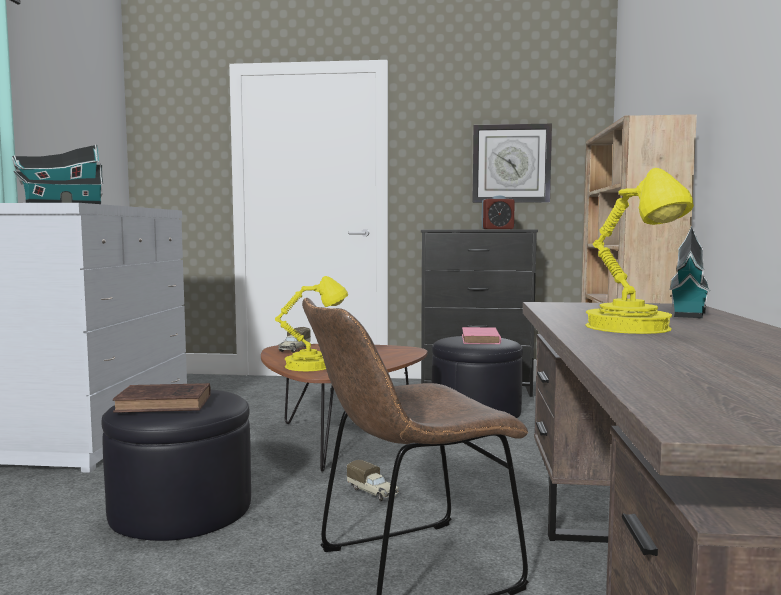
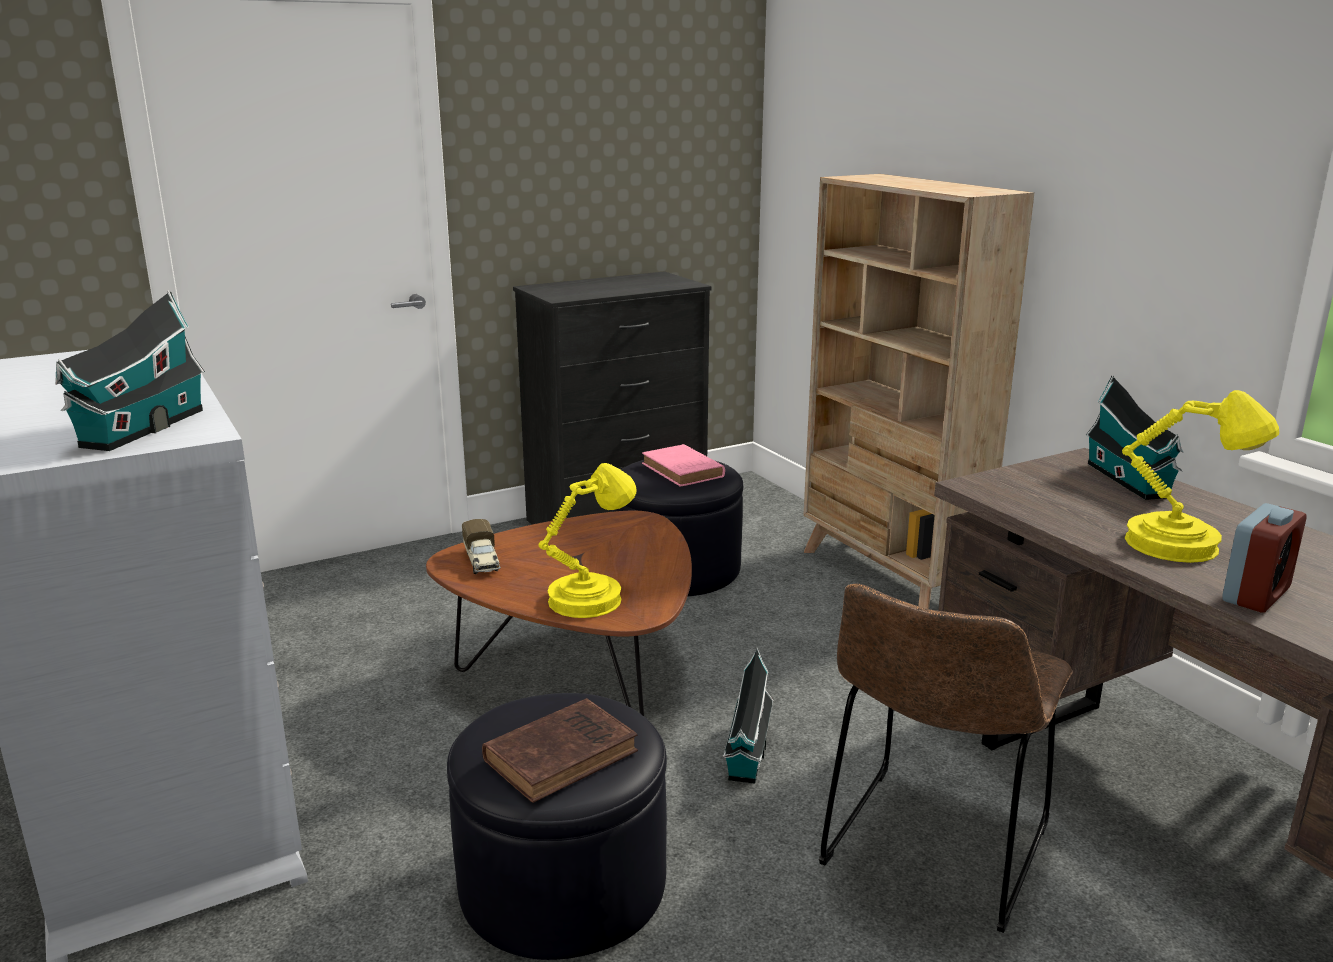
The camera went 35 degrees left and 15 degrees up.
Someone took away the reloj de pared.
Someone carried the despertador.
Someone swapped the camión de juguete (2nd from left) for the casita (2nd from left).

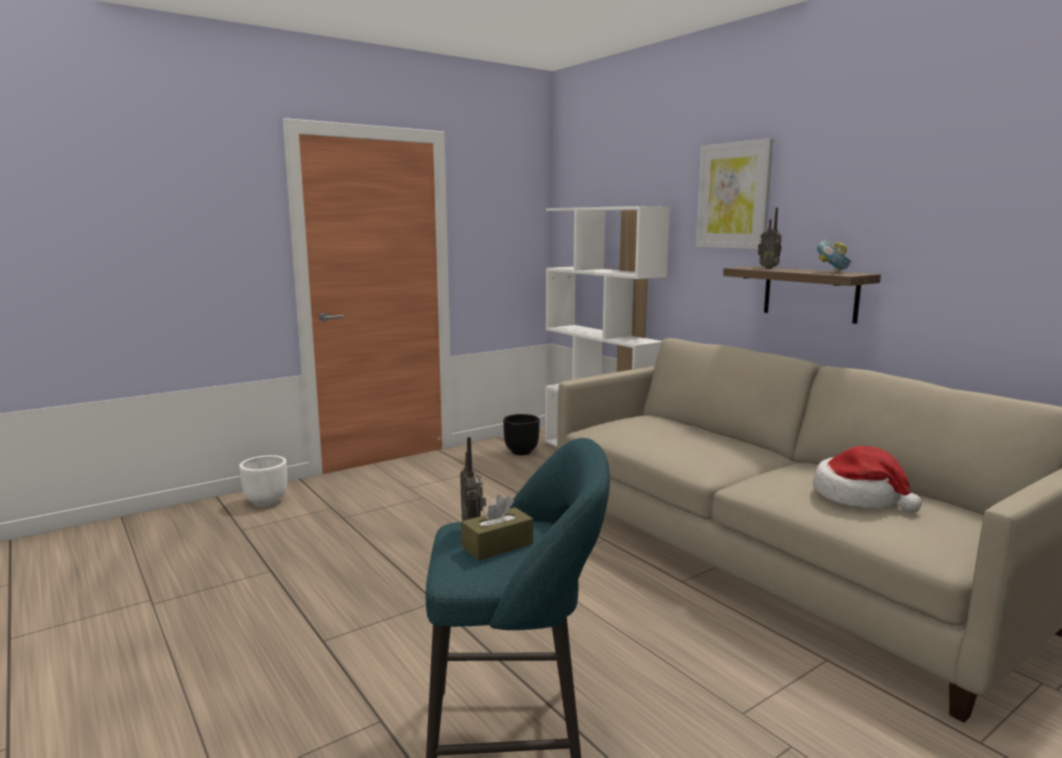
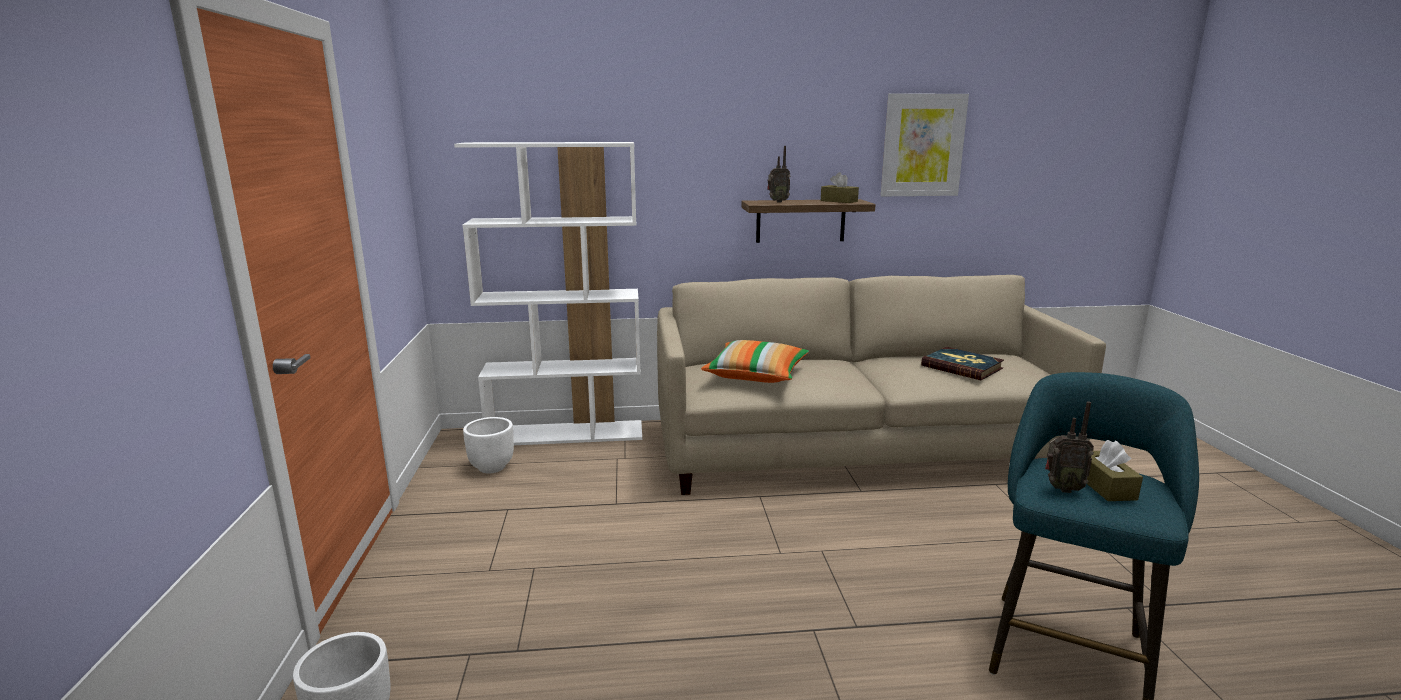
The camera went 60 degrees left and 5 degrees up.
Someone carried the cuadro.
Someone swapped the cuenco for the caja de pañuelos (marrón) (1st from left).
Someone repainted the maceta (negro), which became the maceta (blanco) (2nd from left).
Someone swapped the sombrero for the libro.
Someone put down the cojín.

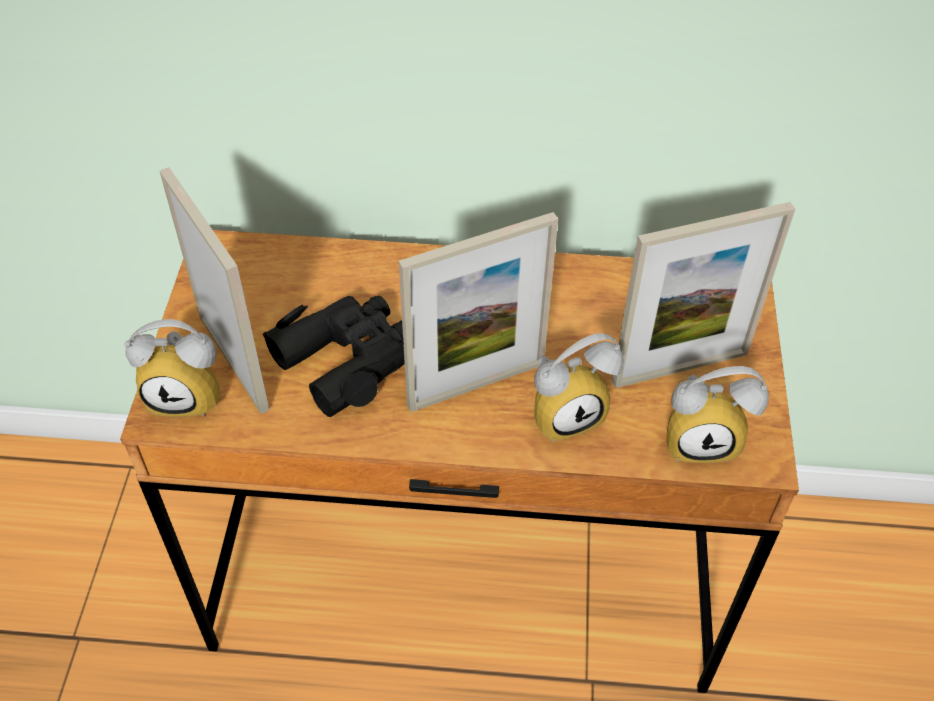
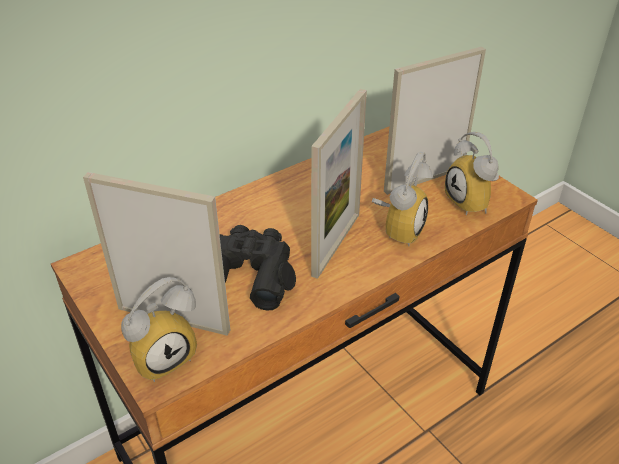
The camera went 40 degrees left and 10 degrees down.
Someone rotated the portarretratos (3rd from left) by 150 degrees counterclockwise.
Someone rotated the despertador (3rd from left) by 105 degrees clockwise.

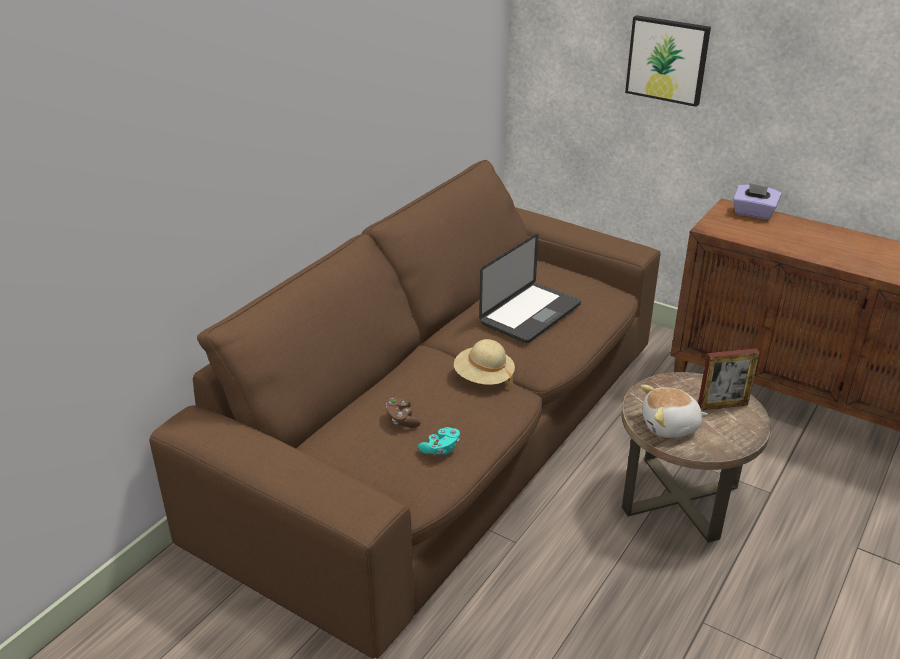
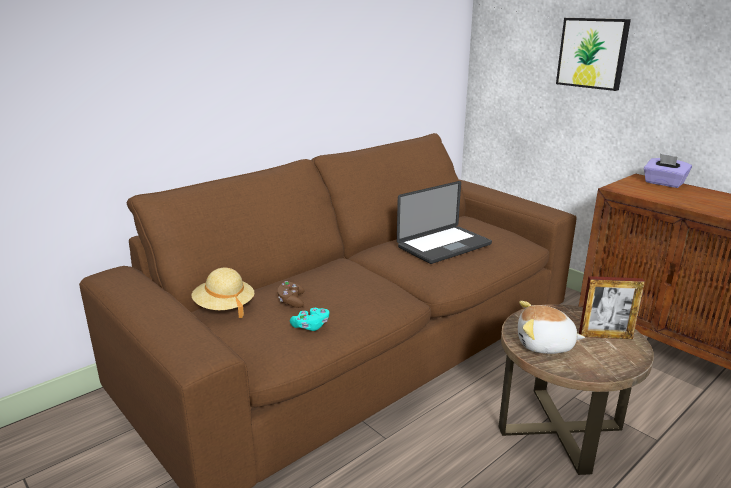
The camera went 15 degrees right and 10 degrees down.
Someone carried the sombrero (beis).

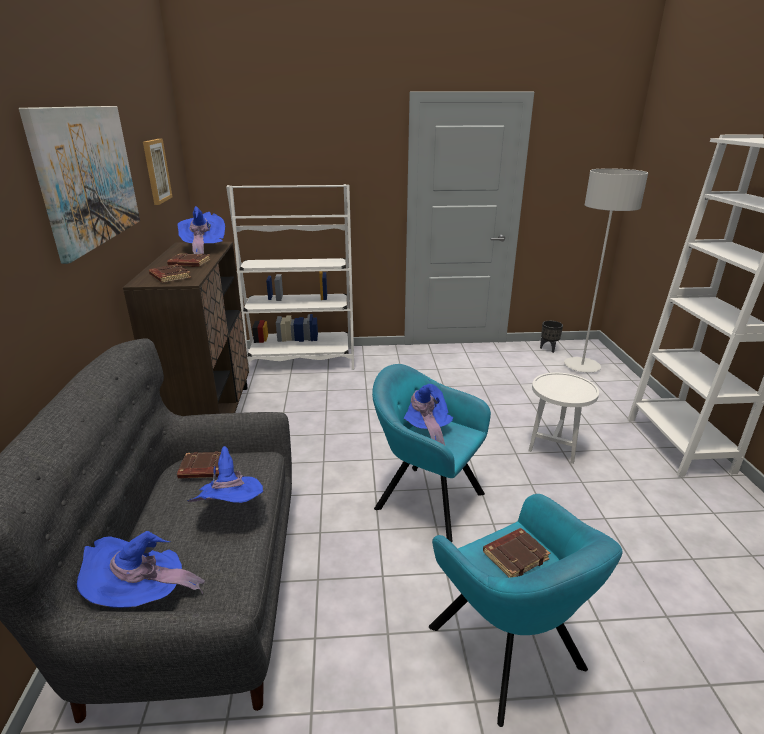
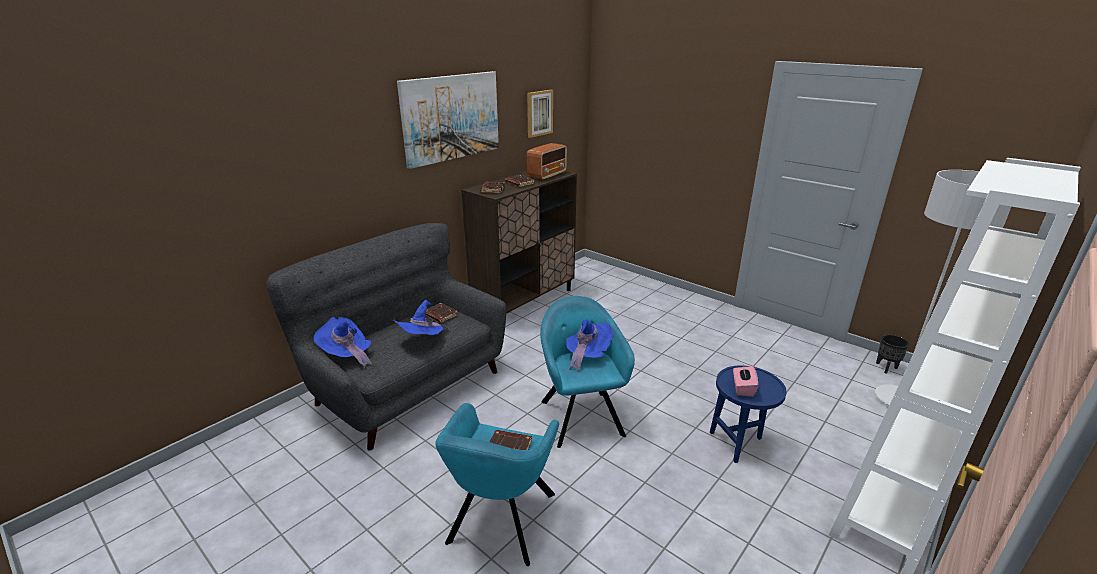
The camera went 45 degrees right and 0 degrees up.
Someone took away the estantería (blanco) (1st from left).
Someone swapped the sombrero (azul) (2nd from left) for the radio.
Someone repainted the mesa auxiliar (blanco), which became the mesa auxiliar (azul).
Someone put down the caja de pañuelos (rosa).

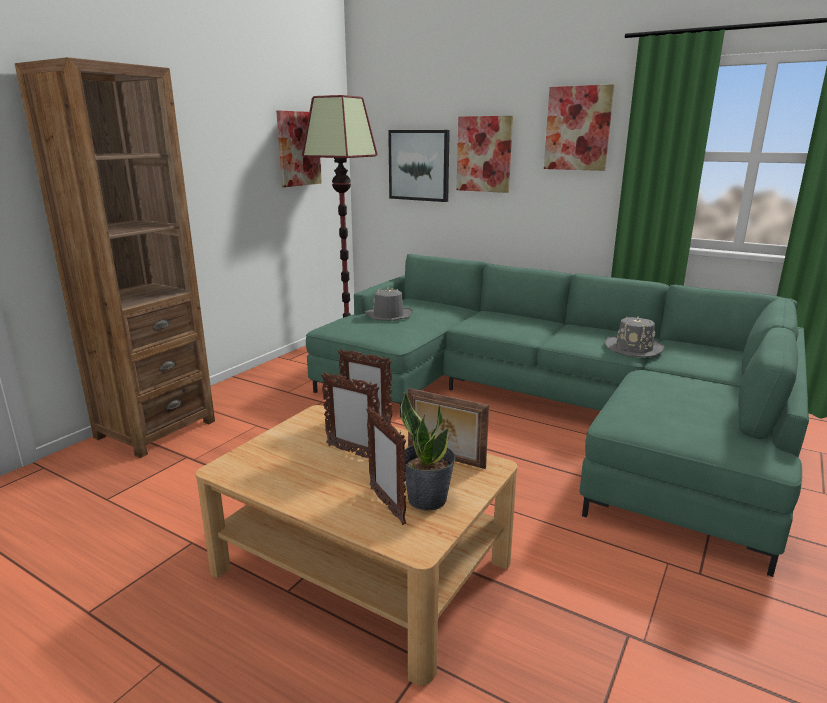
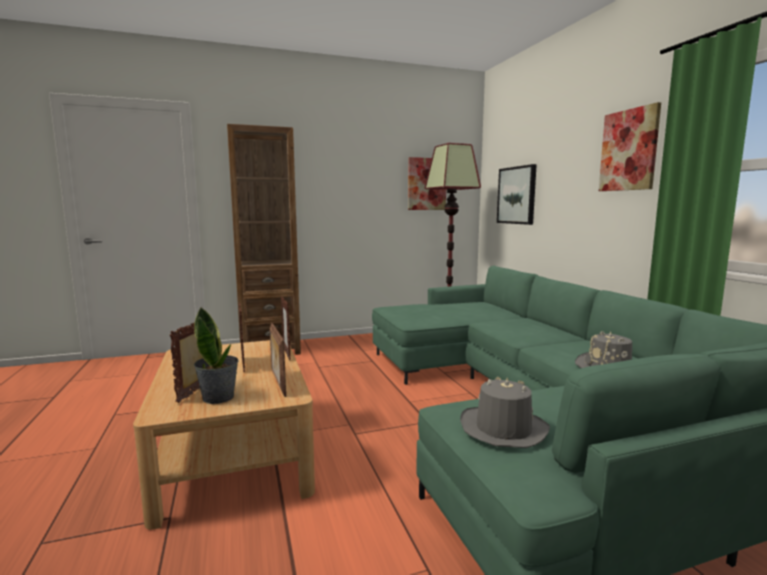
The camera went 40 degrees right and 10 degrees down.
Someone took away the cuadro (3rd from left).
Someone carried the sombrero (gris) (1st from left).

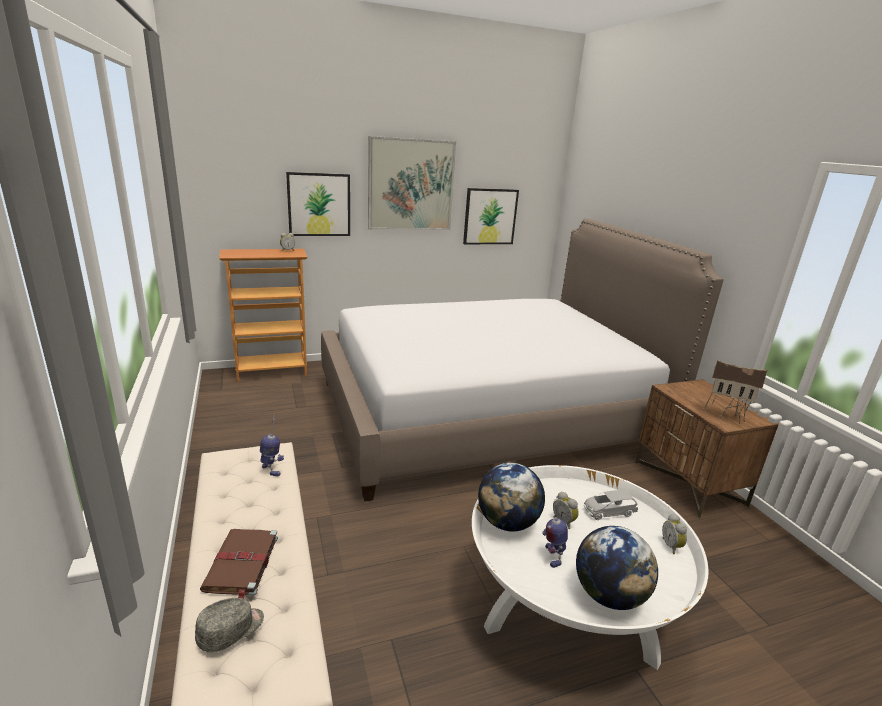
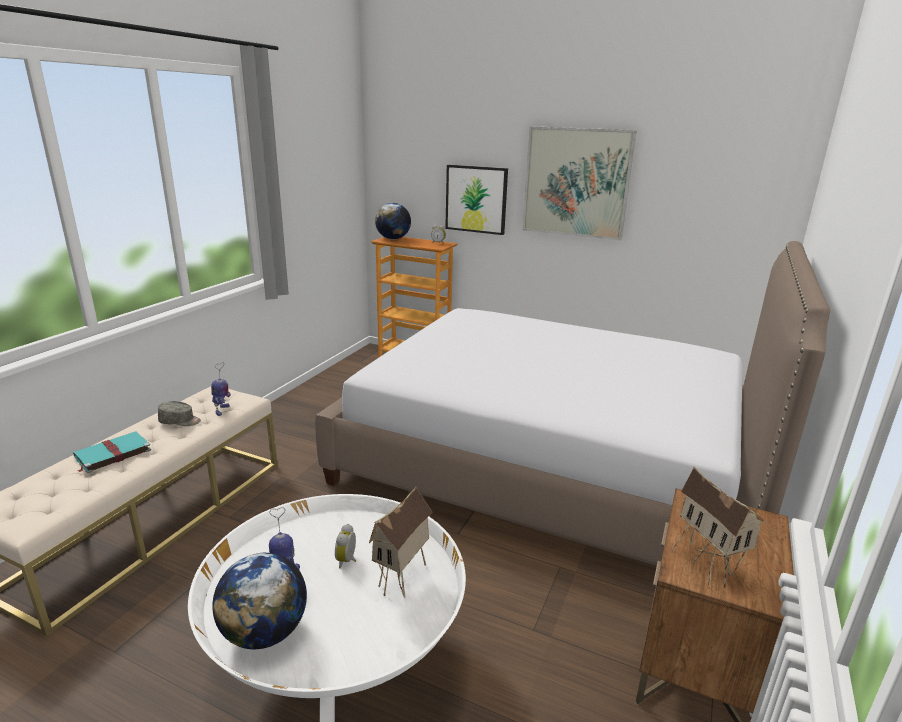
The camera went 45 degrees right and 0 degrees up.
Someone took away the cuadro (3rd from left).
Someone carried the globo terráqueo (1st from left in the first image).
Someone swapped the coche de juguete (gris) for the casita (1st from left).
Someone took away the despertador (3rd from left).
Someone repainted the libro (marrón), which became the libro (turquesa).
Someone carried the gorra (gris).

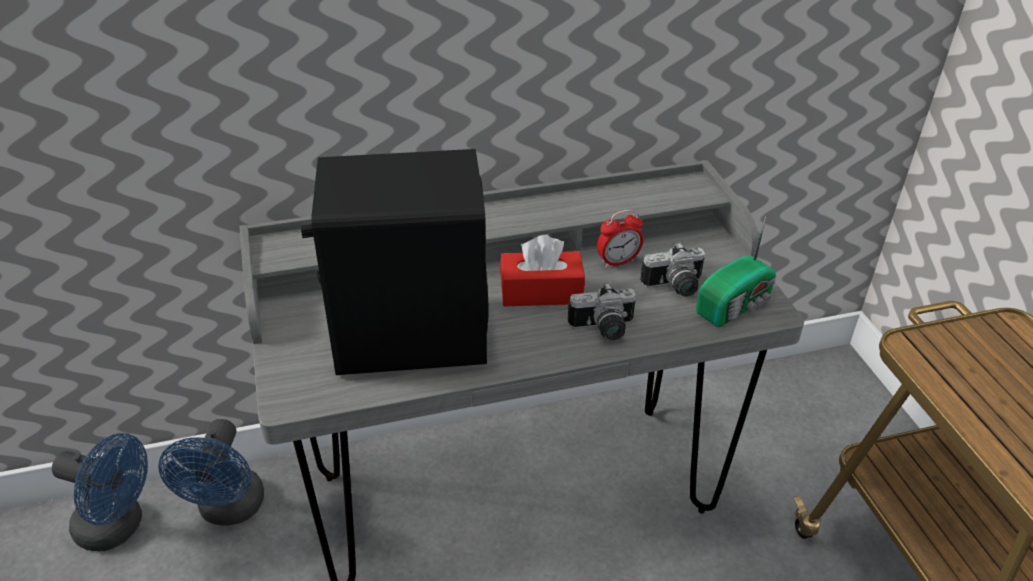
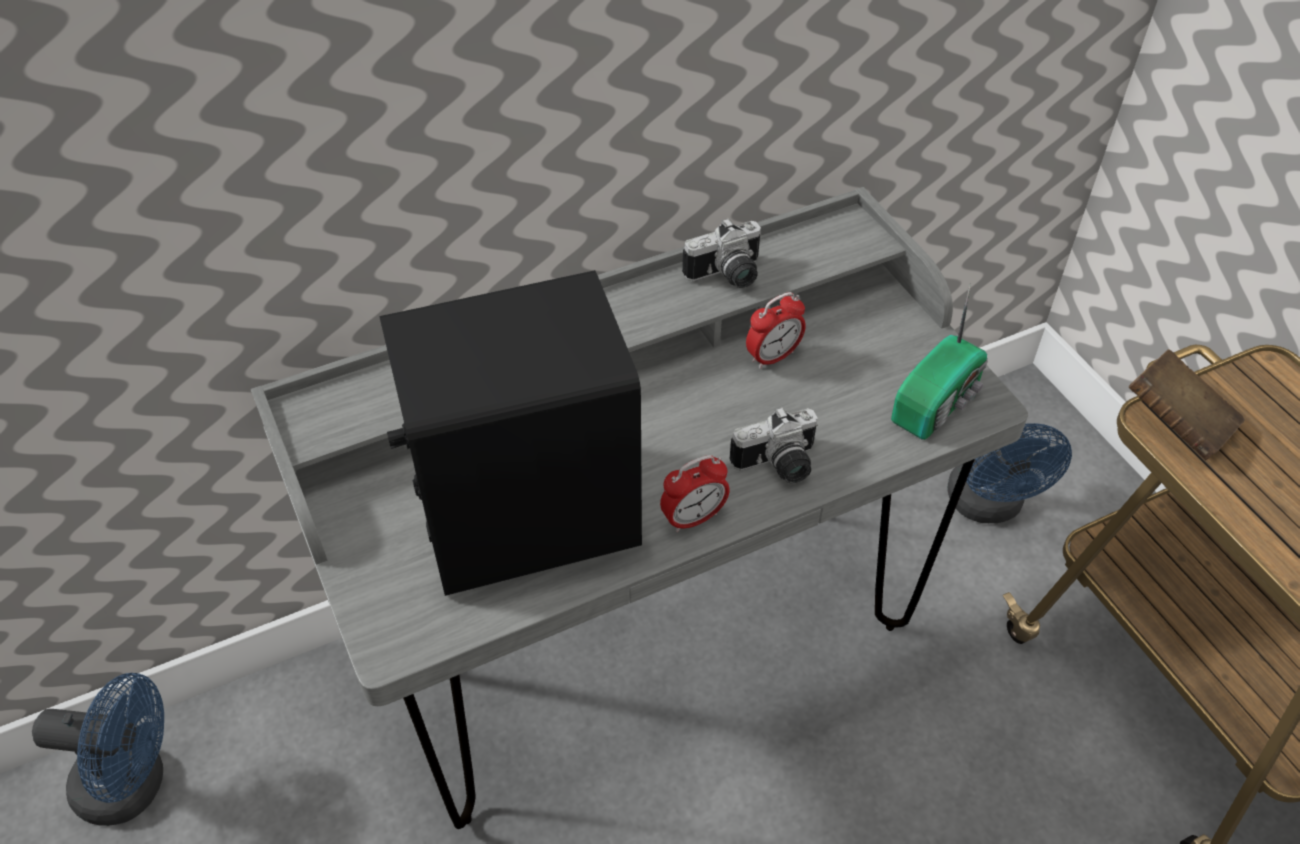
The camera went 10 degrees left and 10 degrees up.
Someone took away the caja de pañuelos (rojo).
Someone carried the cámara (2nd from left in the first image).
Someone carried the ventilador (azul) (2nd from left).
Someone put down the libro (marrón).
Someone put down the despertador (1st from left).

